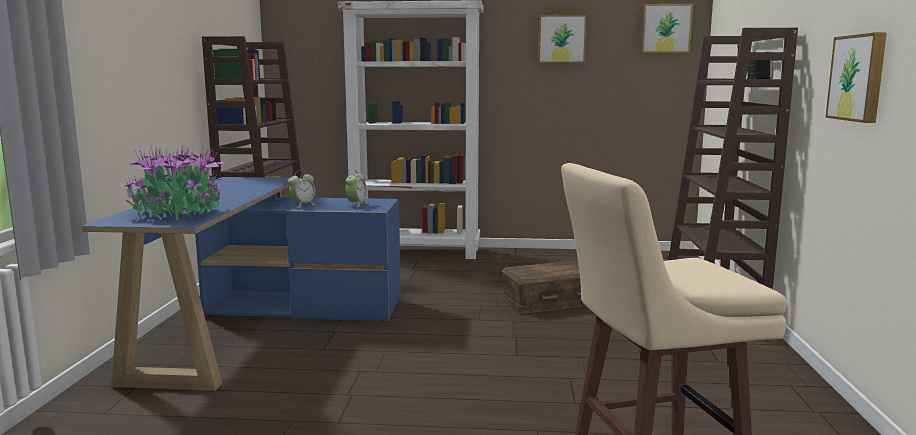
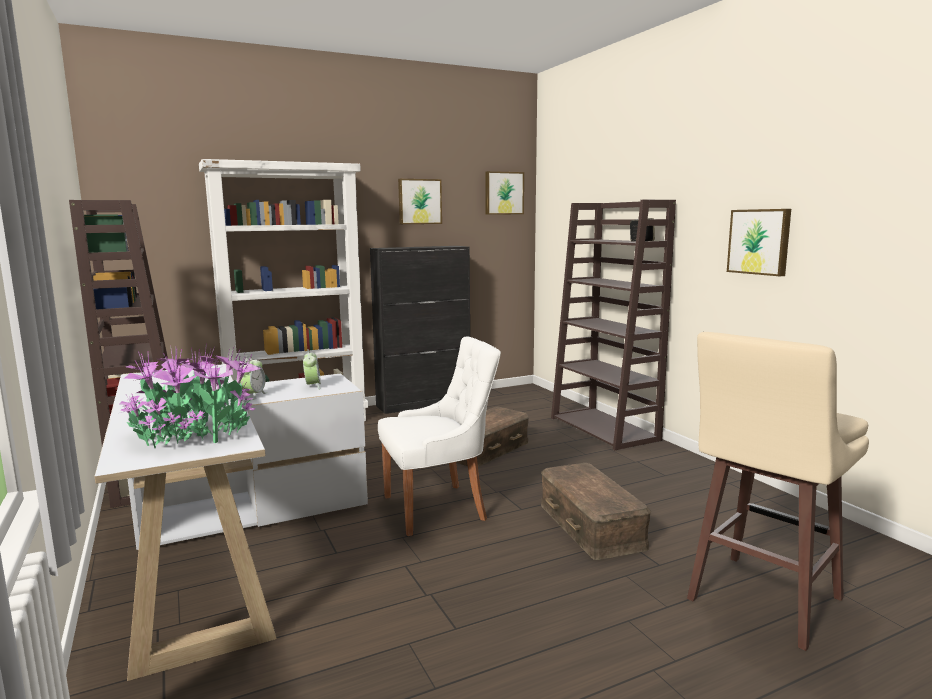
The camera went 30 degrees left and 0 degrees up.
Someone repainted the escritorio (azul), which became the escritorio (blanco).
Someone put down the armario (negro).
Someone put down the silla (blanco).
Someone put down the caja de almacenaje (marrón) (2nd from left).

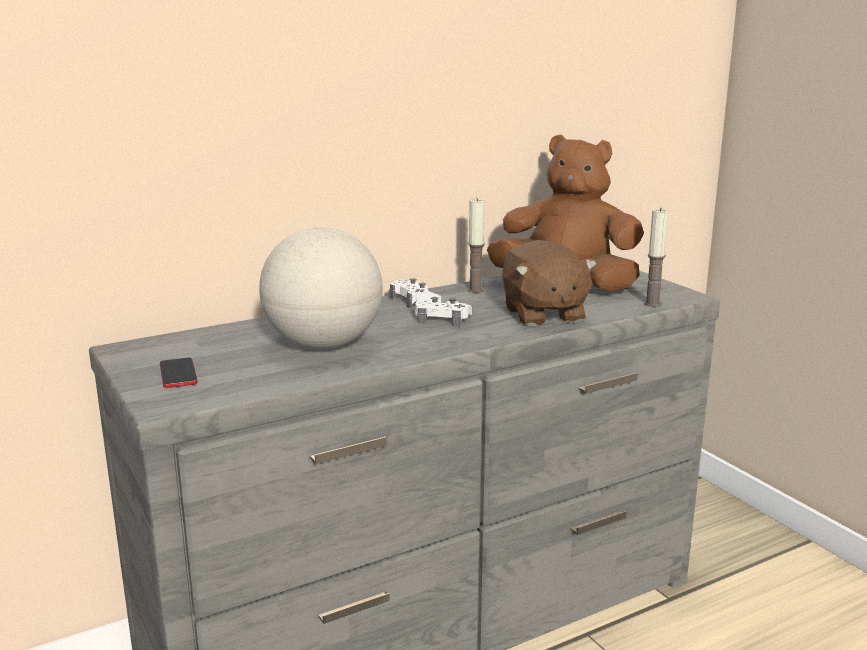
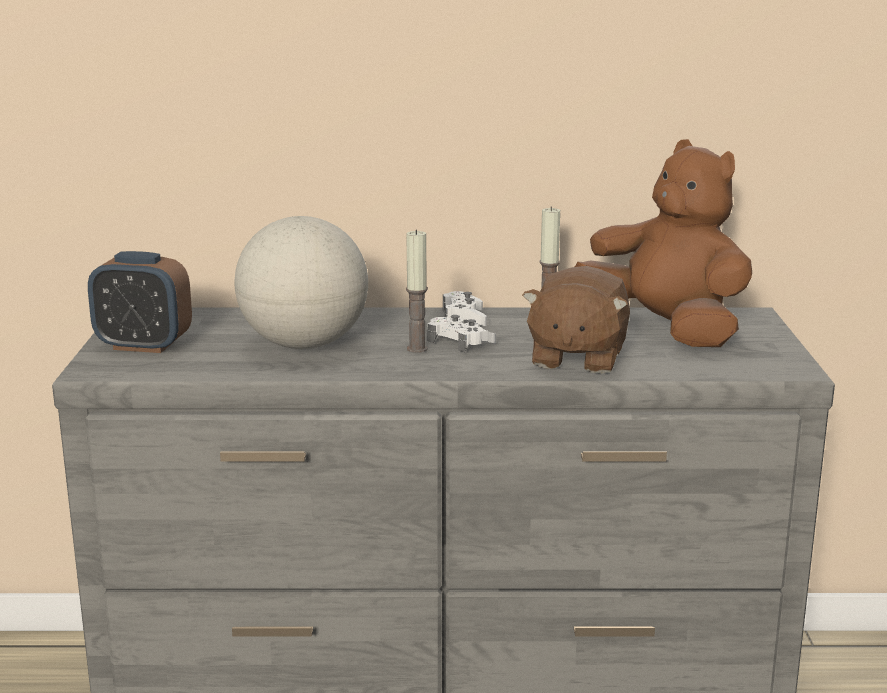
The camera went 30 degrees right and 0 degrees up.
Someone carried the vela (2nd from left in the first image).
Someone swapped the móvil for the despertador.

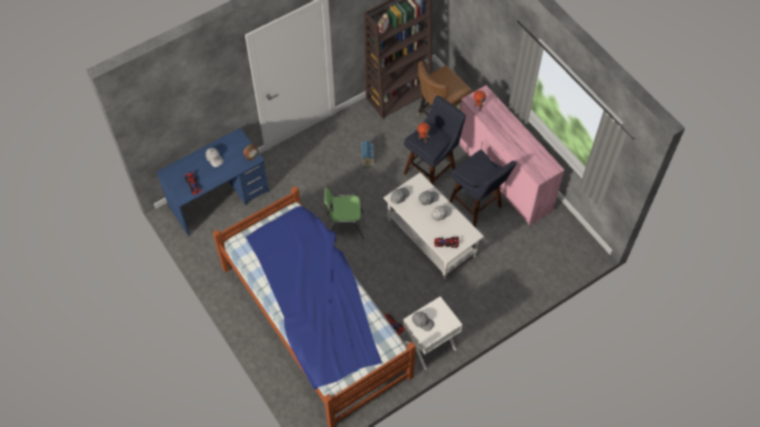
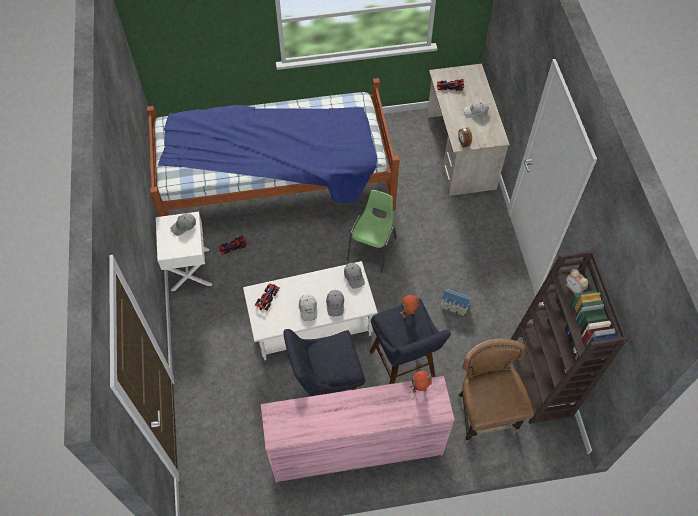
The camera went 115 degrees right and 0 degrees up.
Someone repainted the escritorio (azul), which became the escritorio (beis).

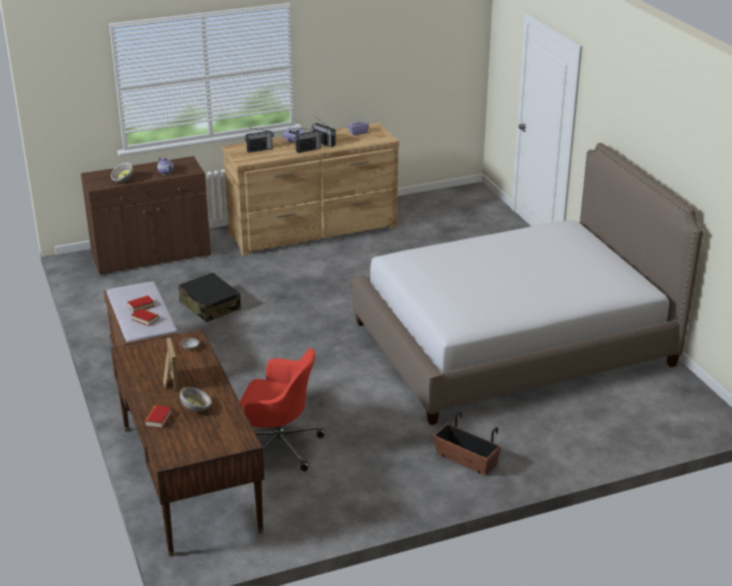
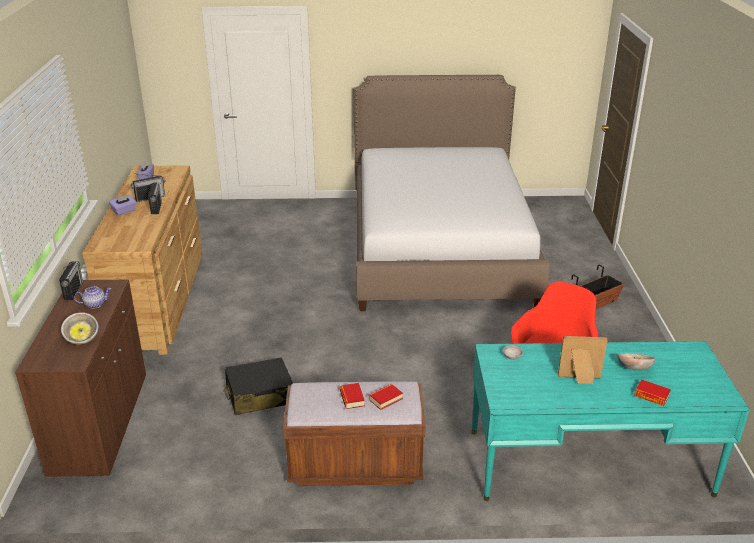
The camera went 70 degrees left and 0 degrees up.
Someone carried the radio (1st from left).
Someone repainted the escritorio (marrón), which became the escritorio (turquesa).

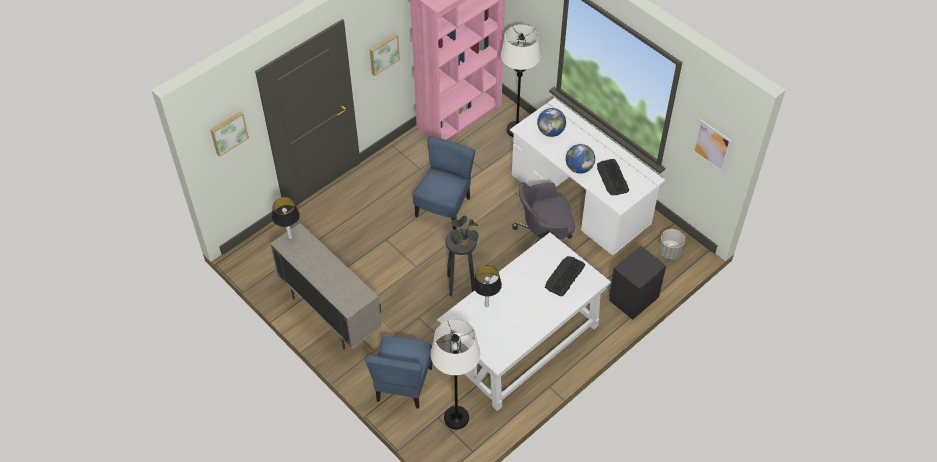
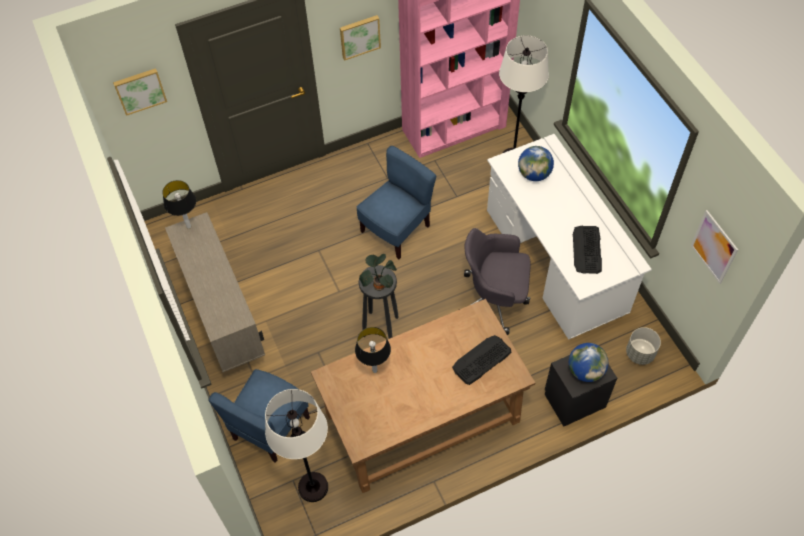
The camera went 20 degrees right and 5 degrees up.
Someone carried the globo terráqueo (2nd from left).
Someone repainted the escritorio (blanco) (1st from left), which became the escritorio (marrón).

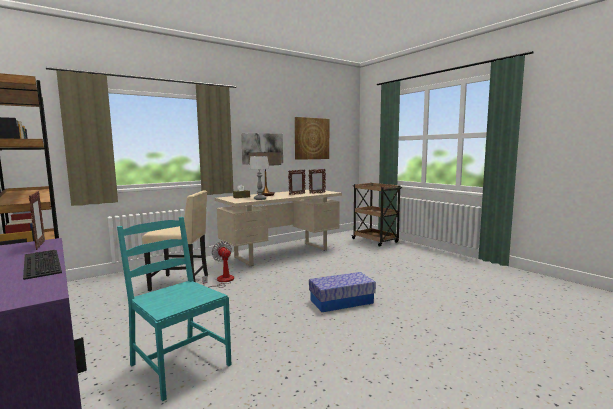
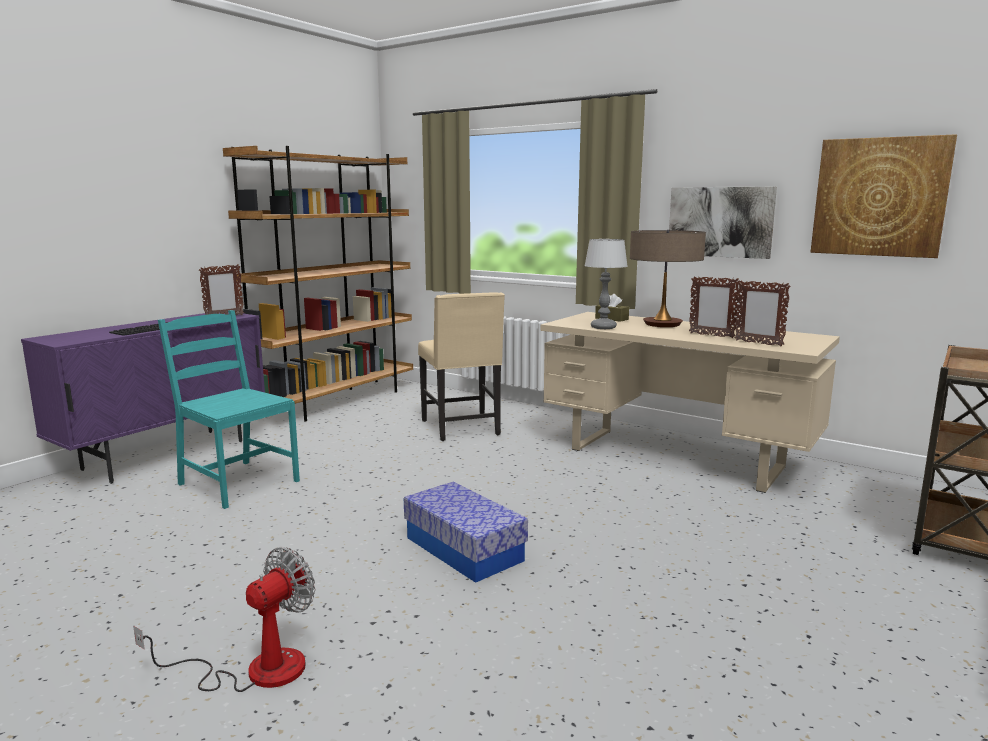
The camera went 70 degrees right and 5 degrees up.
Someone rotated the silla (turquesa) by 75 degrees counterclockwise.
Someone carried the ventilador.

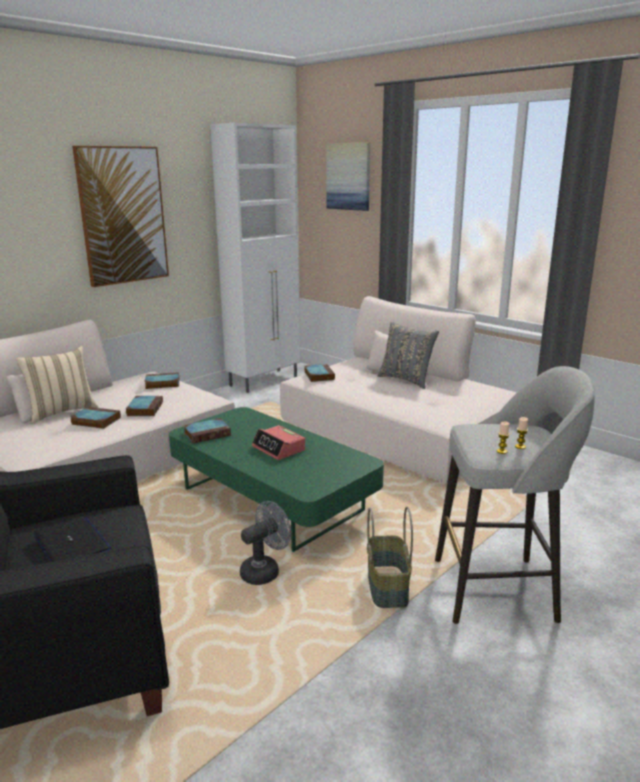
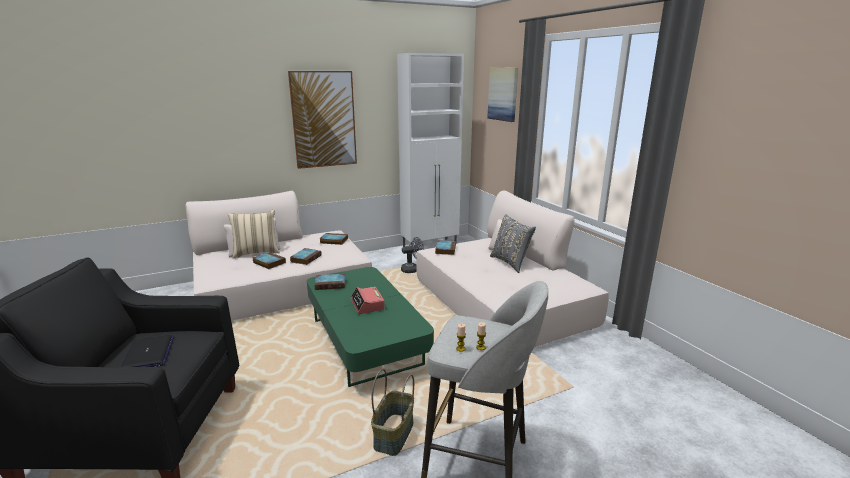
The camera went 20 degrees right and 0 degrees up.
Someone carried the ventilador (gris).

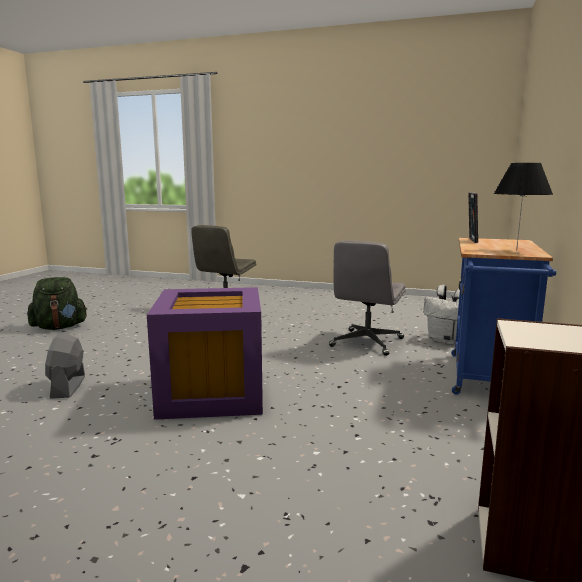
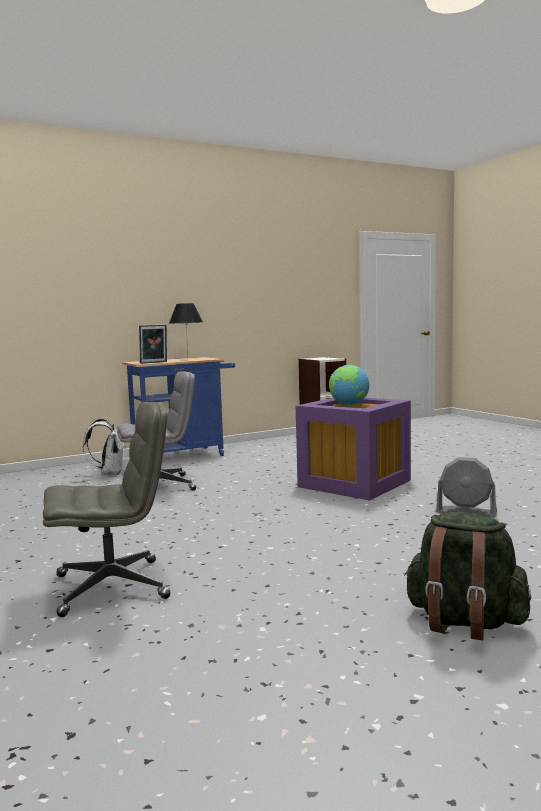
The camera went 135 degrees left and 5 degrees down.
Someone rotated the ventilador (gris) by 75 degrees clockwise.
Someone put down the globo terráqueo.

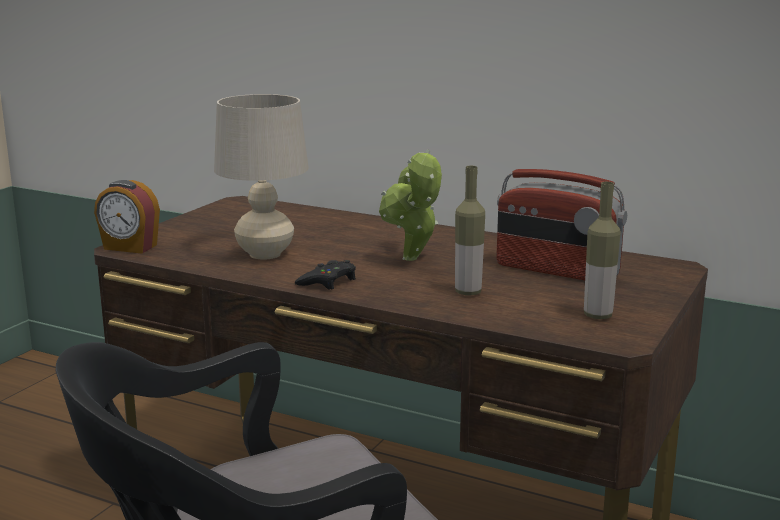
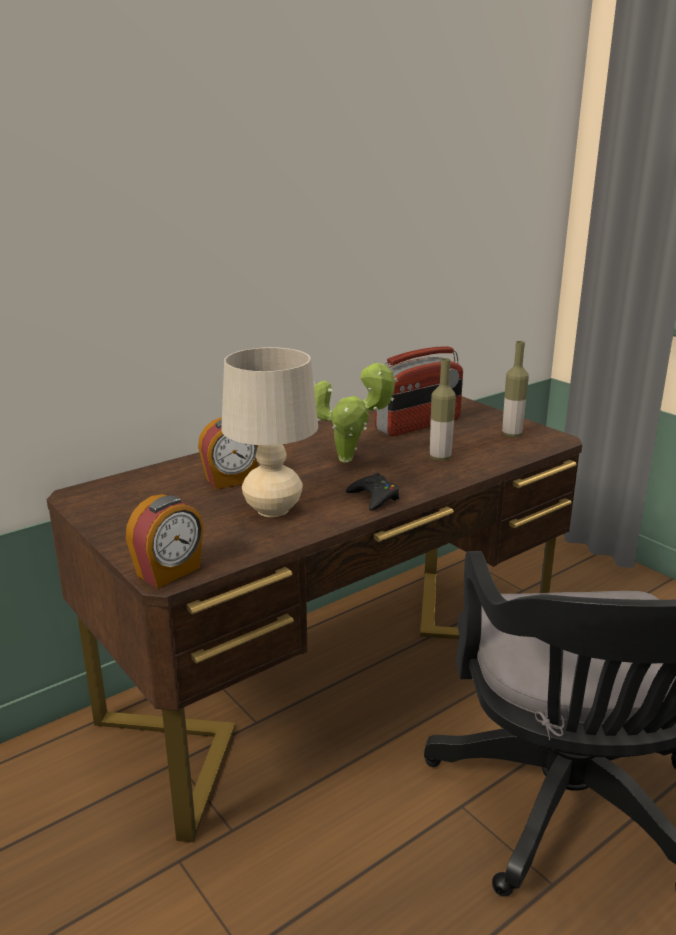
The camera went 65 degrees left and 5 degrees up.
Someone put down the despertador (2nd from left).

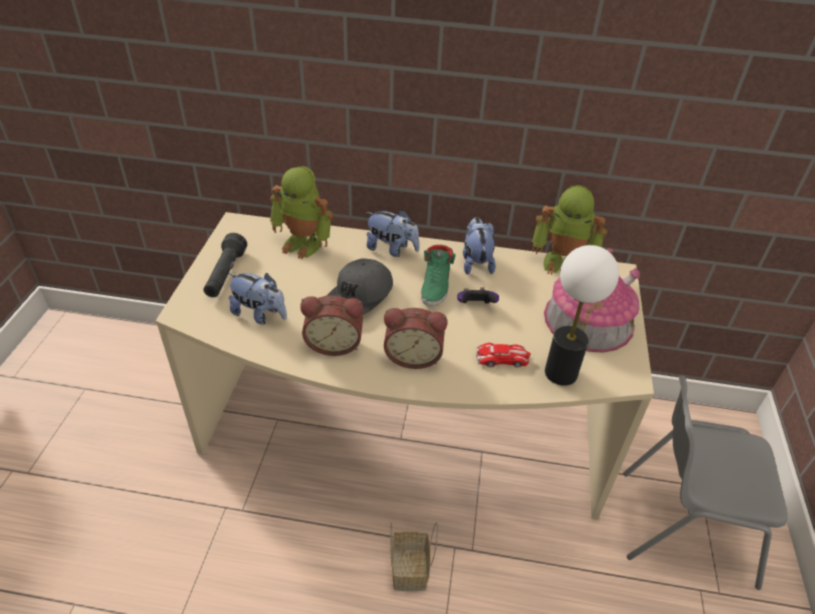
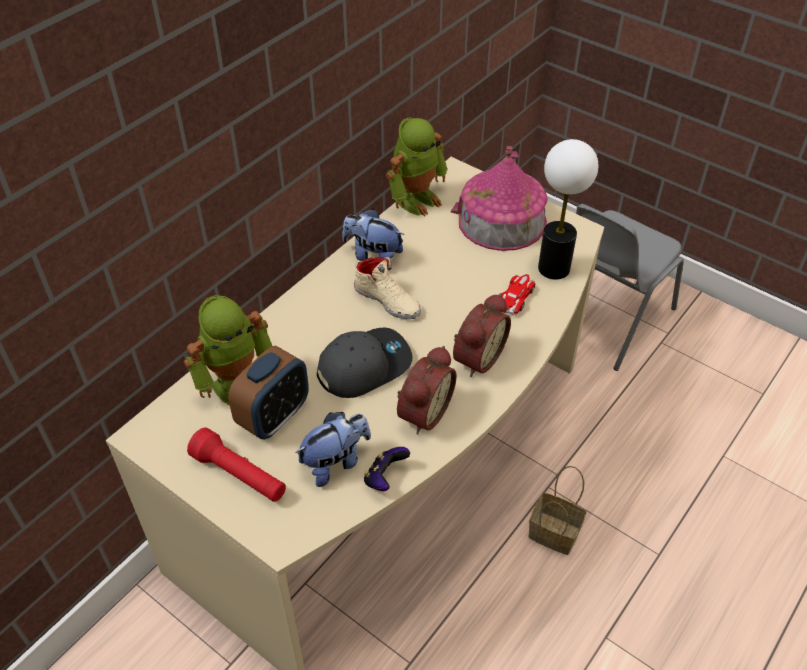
The camera went 60 degrees left and 5 degrees up.
Someone took away the peluche (2nd from left).
Someone repainted the linterna (negro), which became the linterna (rojo).
Someone repainted the zapato (verde), which became the zapato (beis).
Someone rotated the gorra (gris) by 90 degrees counterclockwise.
Someone carried the mando de consola.
Someone put down the despertador (1st from left).

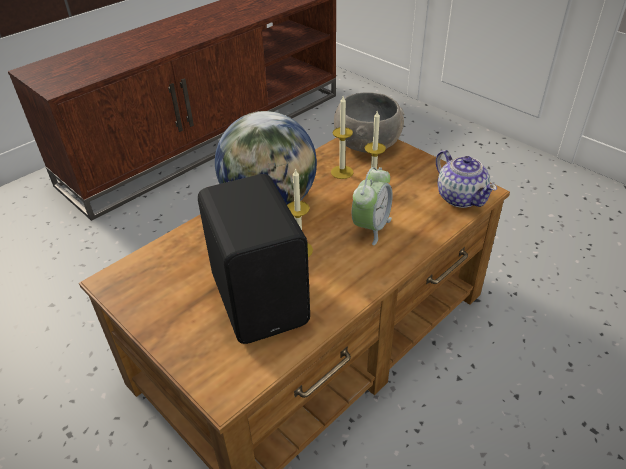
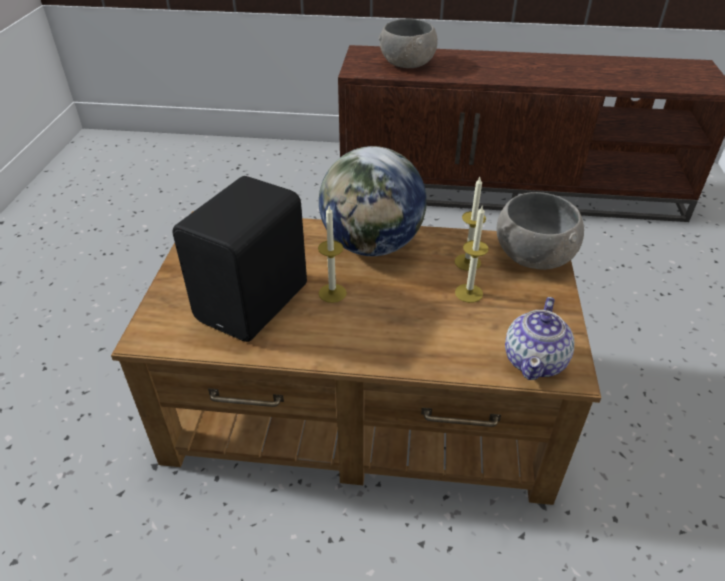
The camera went 50 degrees right and 0 degrees up.
Someone took away the despertador.
Someone put down the cuenco (gris) (1st from left).

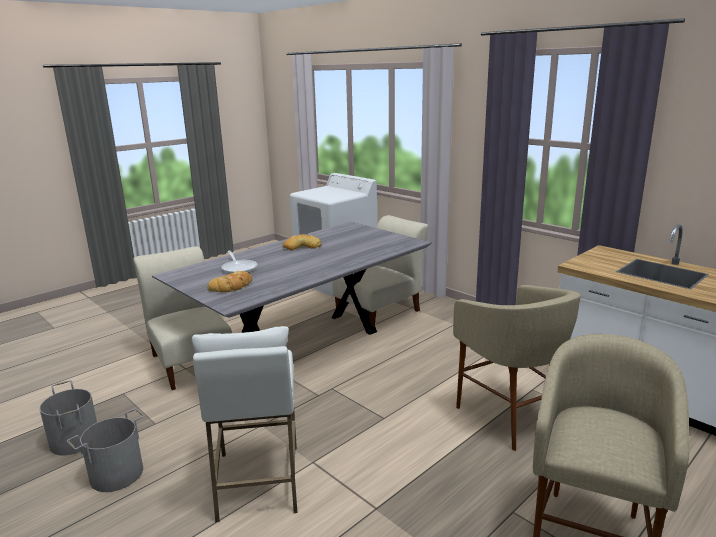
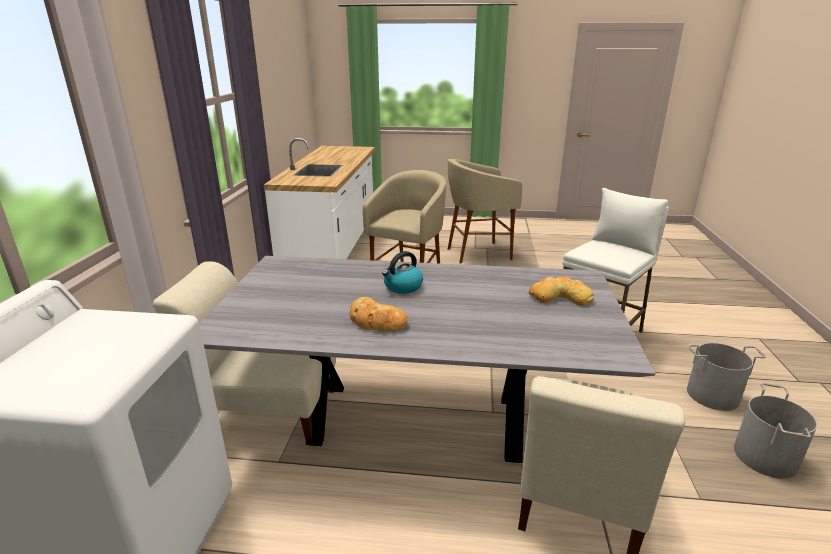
The camera went 130 degrees left and 5 degrees up.
Someone took away the sartén.
Someone put down the hervidor.

